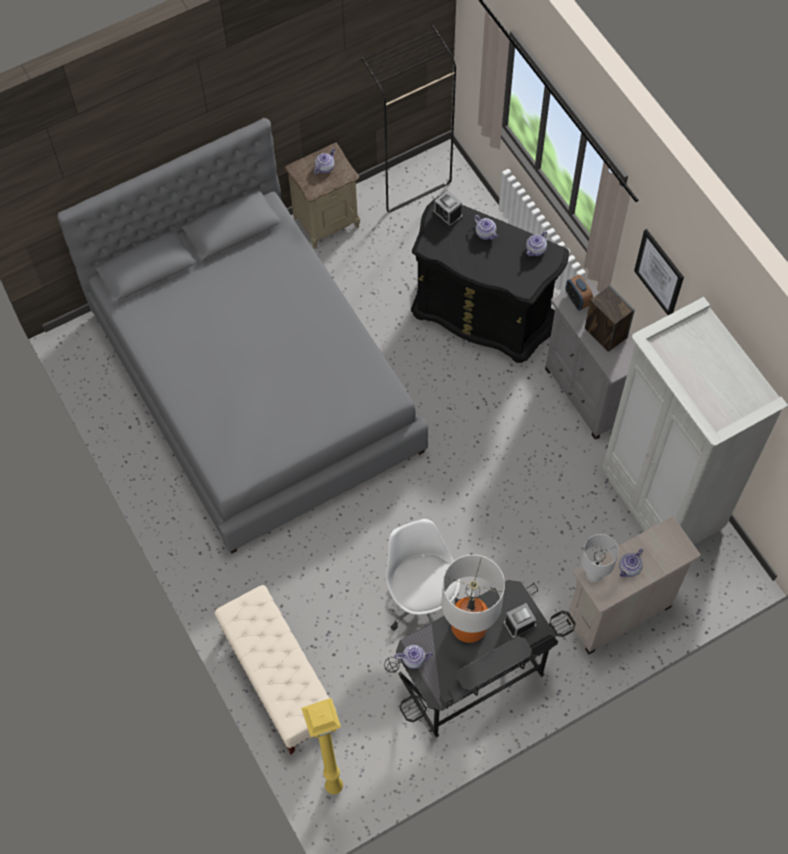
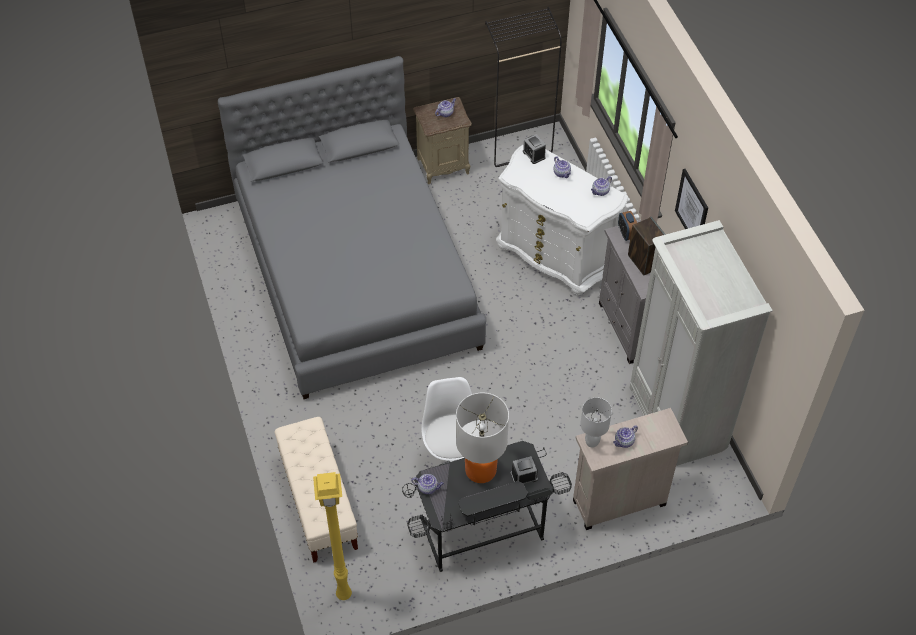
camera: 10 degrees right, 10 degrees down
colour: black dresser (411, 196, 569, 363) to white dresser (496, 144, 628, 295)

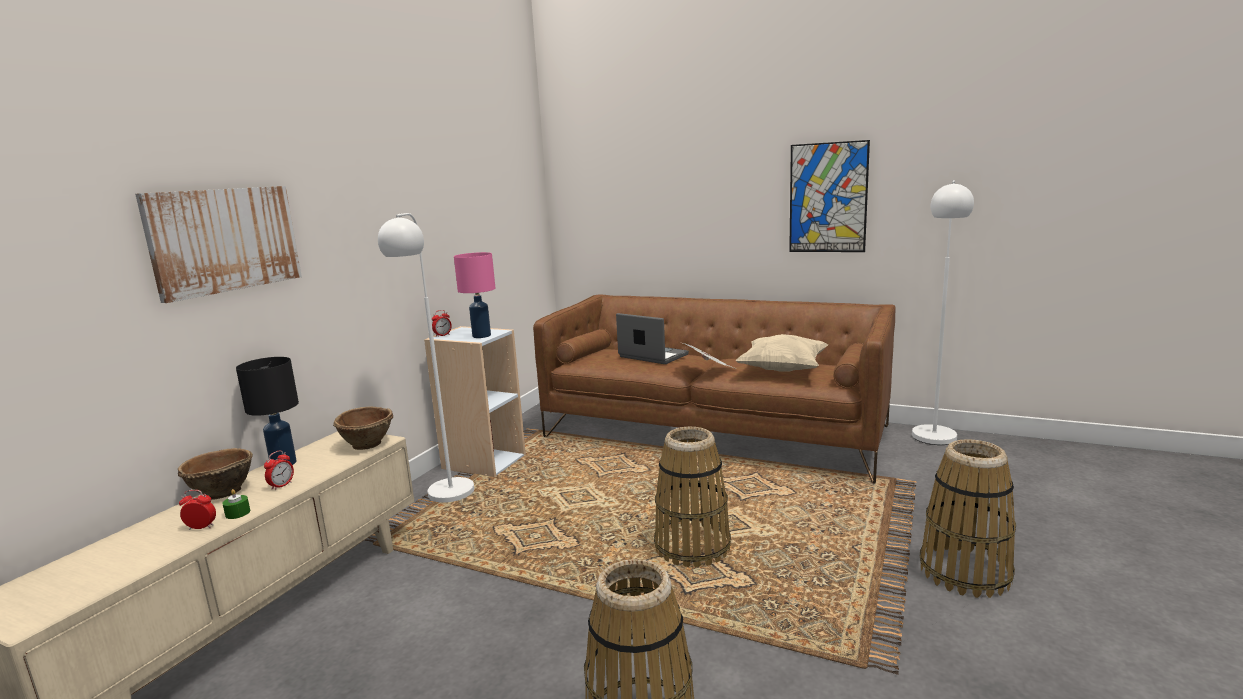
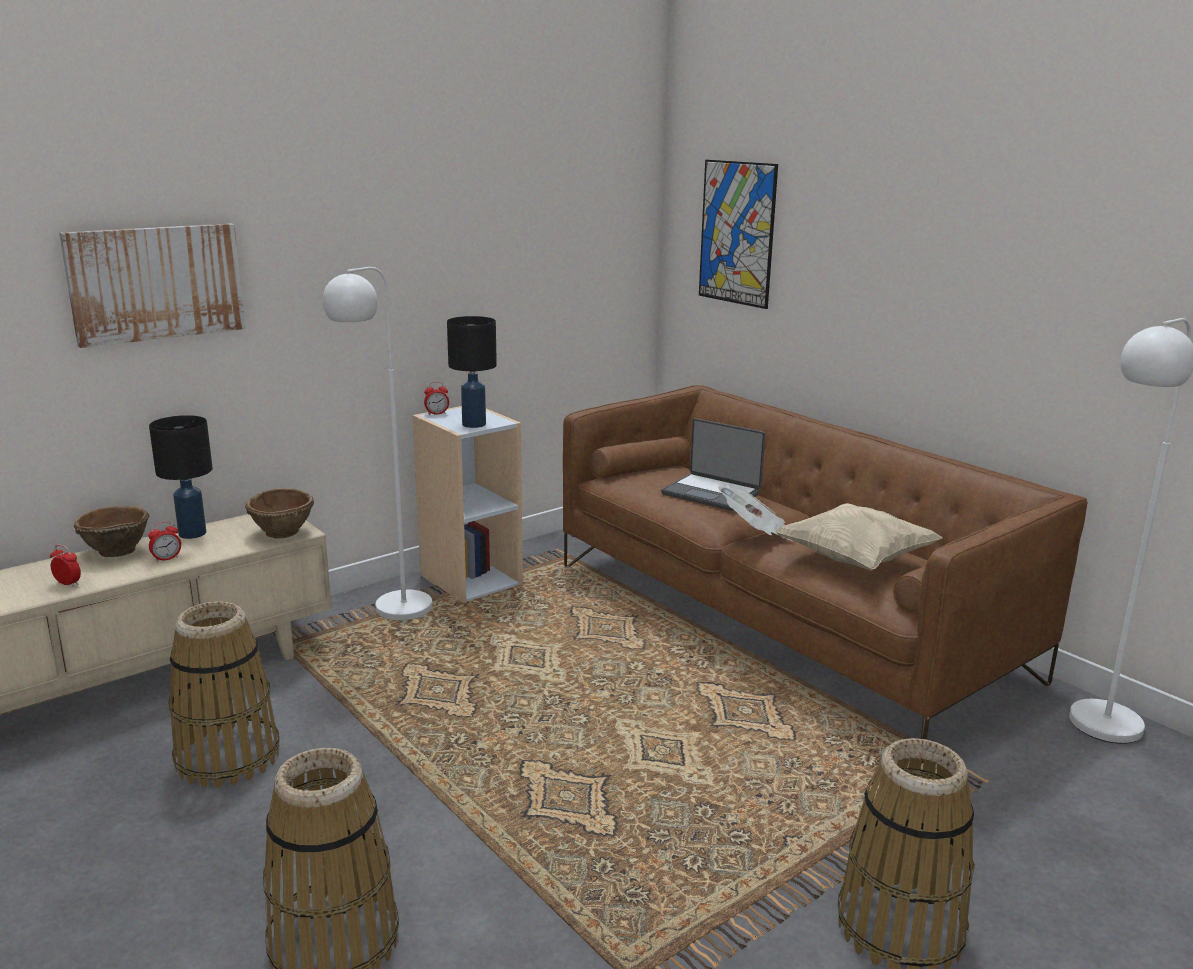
camera: 25 degrees right, 5 degrees up
missing: green candle (222, 489, 250, 519)
relocated: basket (654, 427, 731, 567) to (168, 601, 279, 788); picture (789, 140, 870, 252) to (699, 160, 778, 309)
colour: pink table lamp (454, 252, 495, 338) to black table lamp (447, 316, 497, 428)
spun: laptop (616, 313, 689, 364) = (661, 418, 765, 511) 150 degrees clockwise

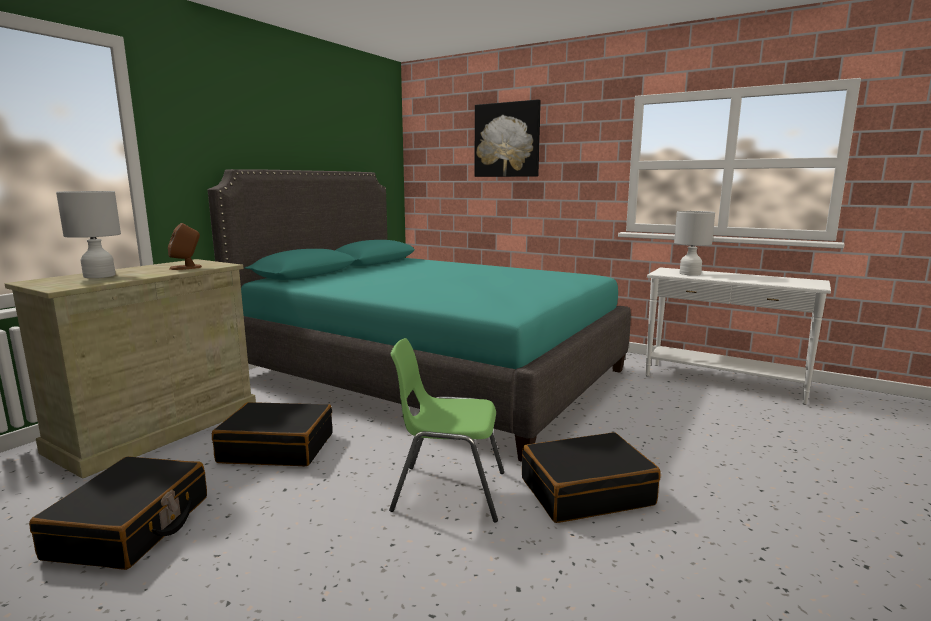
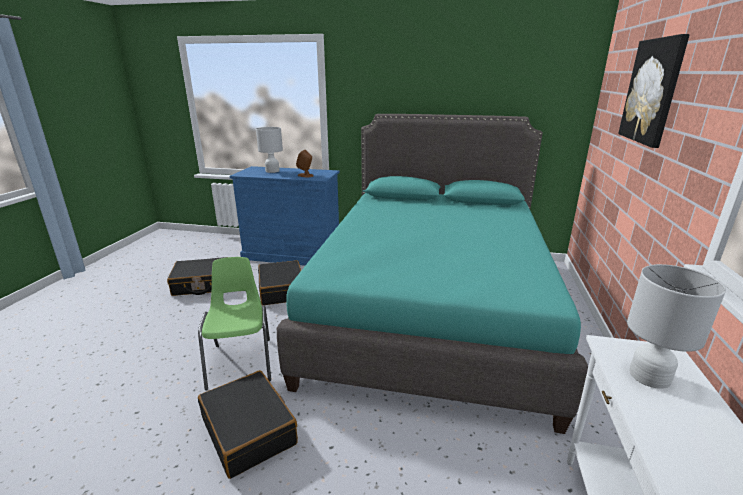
camera: 70 degrees right, 10 degrees up
colour: beige dresser (5, 259, 256, 479) to blue dresser (229, 166, 340, 266)

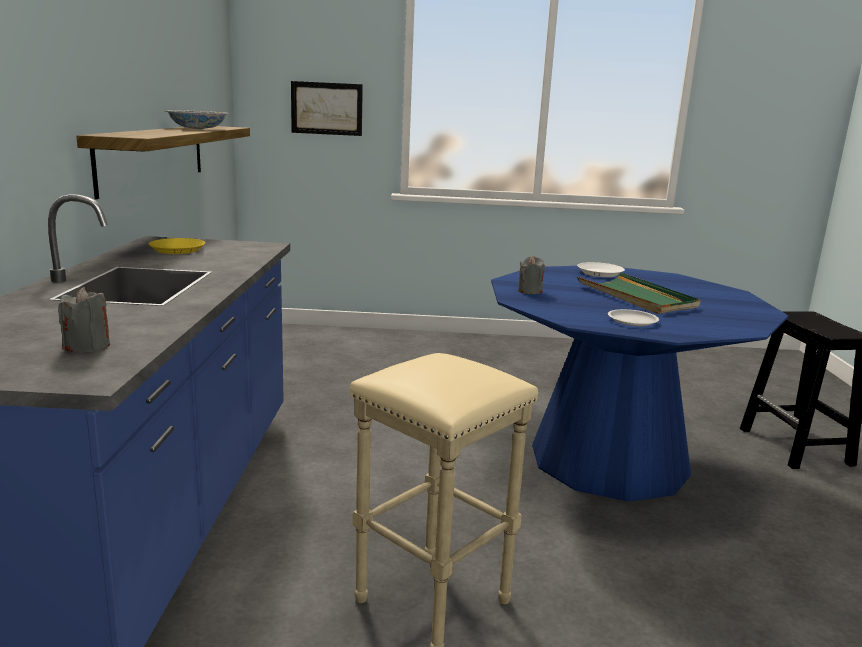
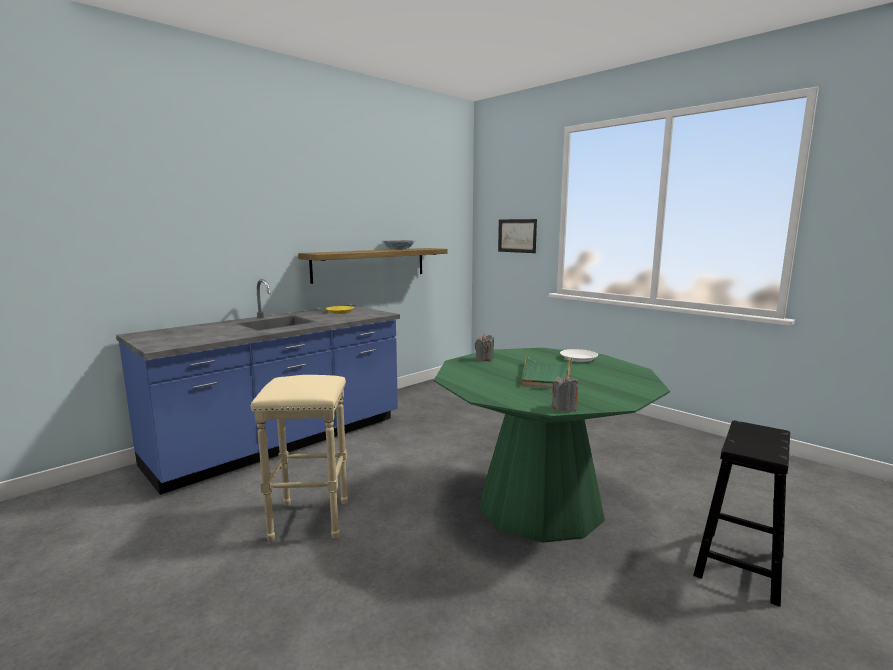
camera: 45 degrees right, 5 degrees down
missing: white plate (608, 309, 659, 326)
relocated: grey candle (58, 287, 110, 352) to (552, 374, 579, 412)
colour: blue dining table (491, 266, 789, 502) to green dining table (434, 348, 670, 543)

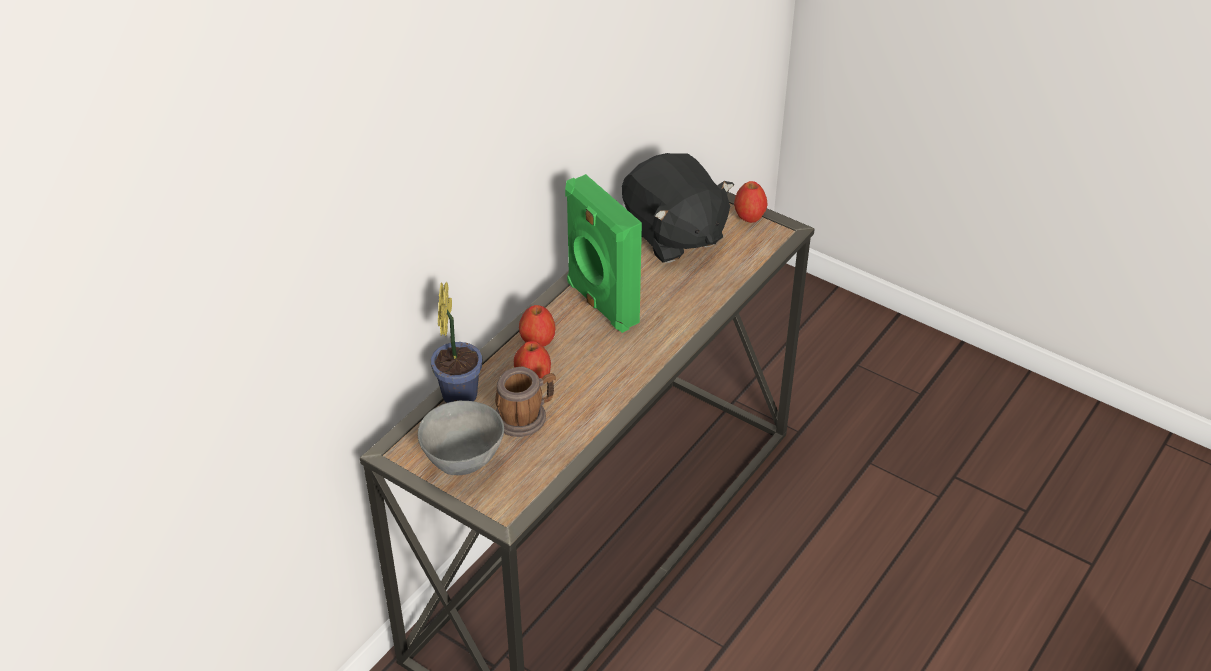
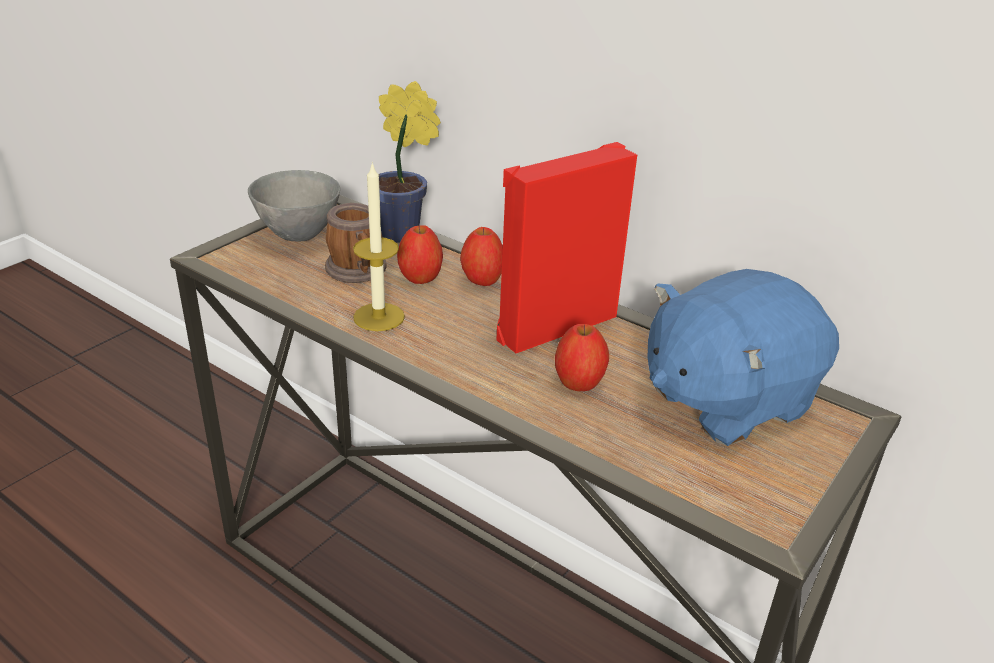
camera: 90 degrees right, 10 degrees down
appeared: candle (353, 162, 405, 331)
relocated: apple (734, 181, 767, 223) to (555, 324, 609, 391)
colour: green speaker (565, 174, 642, 333) to red speaker (496, 142, 637, 354); black plush toy (622, 153, 734, 263) to blue plush toy (648, 269, 839, 446)

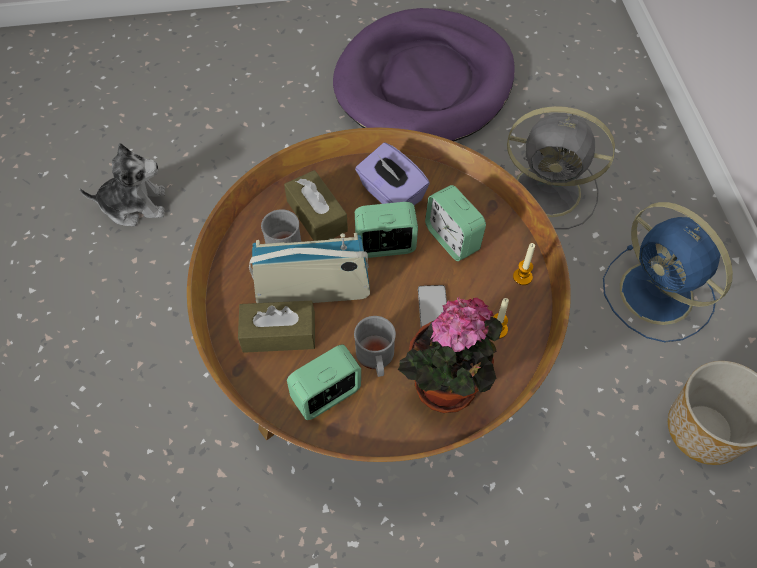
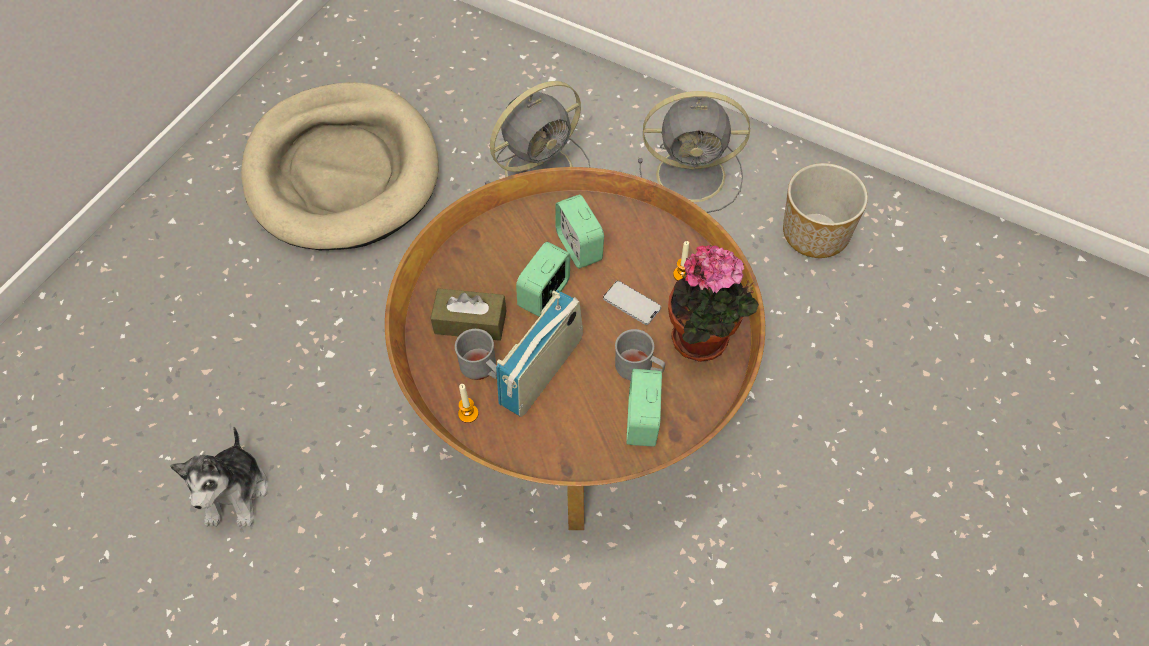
camera: 50 degrees left, 0 degrees up
missing: brown tissue box (238, 301, 315, 353); purple tissue box (355, 143, 430, 205)
relocated: candle (513, 243, 535, 285) to (458, 384, 478, 423)
colour: purple dog bed (333, 8, 515, 141) to beige dog bed (241, 82, 439, 250); blue fan (603, 202, 733, 343) to grey fan (638, 91, 750, 213)
spun: plush toy (79, 143, 165, 226) = (170, 427, 268, 527) 150 degrees clockwise; alarm clock (425, 185, 486, 261) = (555, 195, 604, 269) 60 degrees clockwise

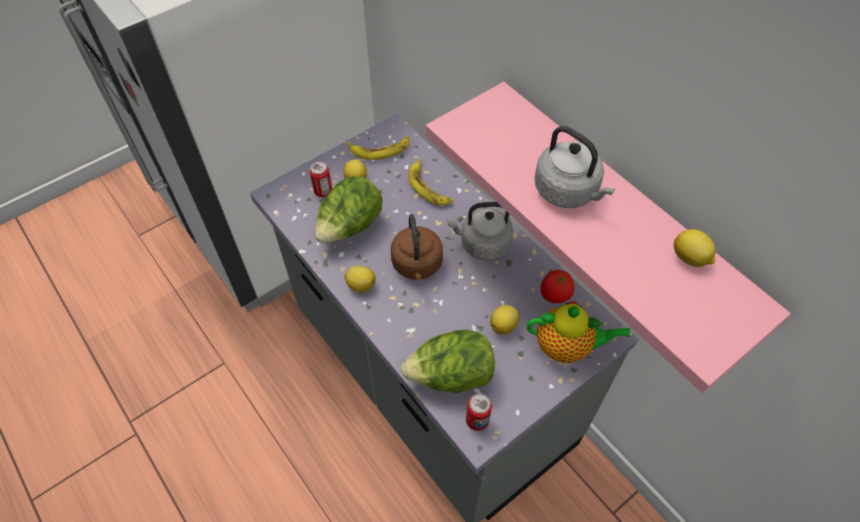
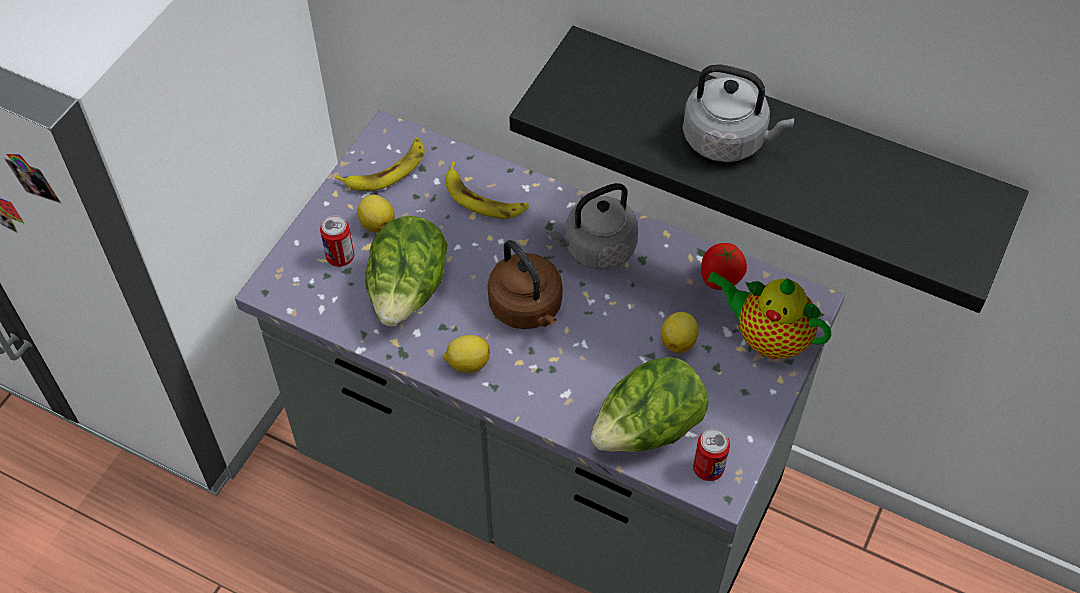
camera: 25 degrees left, 0 degrees up
missing: lemon (674, 229, 715, 267)
colour: pink shelf (426, 82, 791, 393) to black shelf (509, 26, 1029, 313)
spun: teapot (527, 301, 630, 363) = (707, 271, 831, 359) 135 degrees counterclockwise

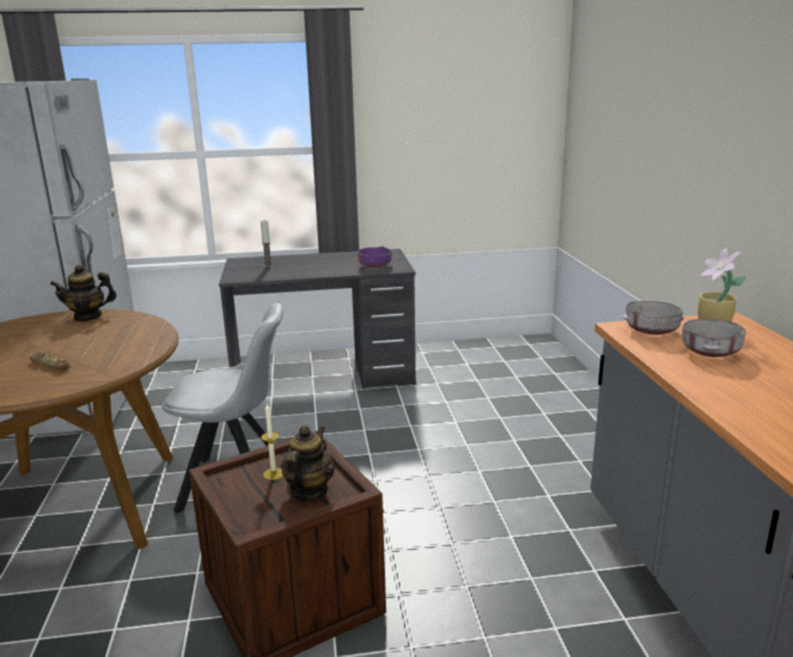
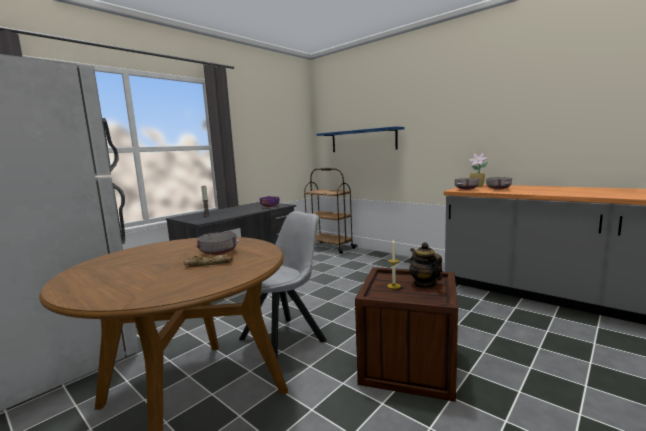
camera: 40 degrees left, 10 degrees down
missing: teapot (50, 265, 117, 321)
appeared: grey bowl (196, 231, 239, 255); brown cart (304, 168, 358, 254); blue shelf (316, 127, 405, 152)

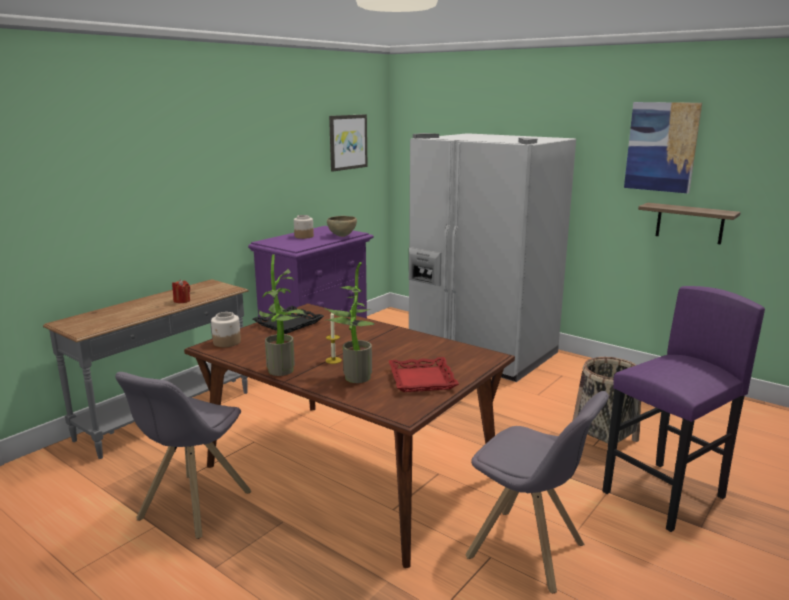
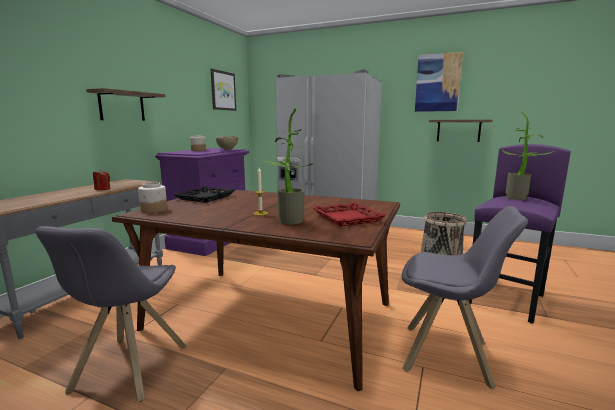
camera: 15 degrees left, 5 degrees down
appeared: shelf (86, 88, 165, 121)
relocated: potted plant (258, 254, 308, 376) to (501, 111, 555, 200)

